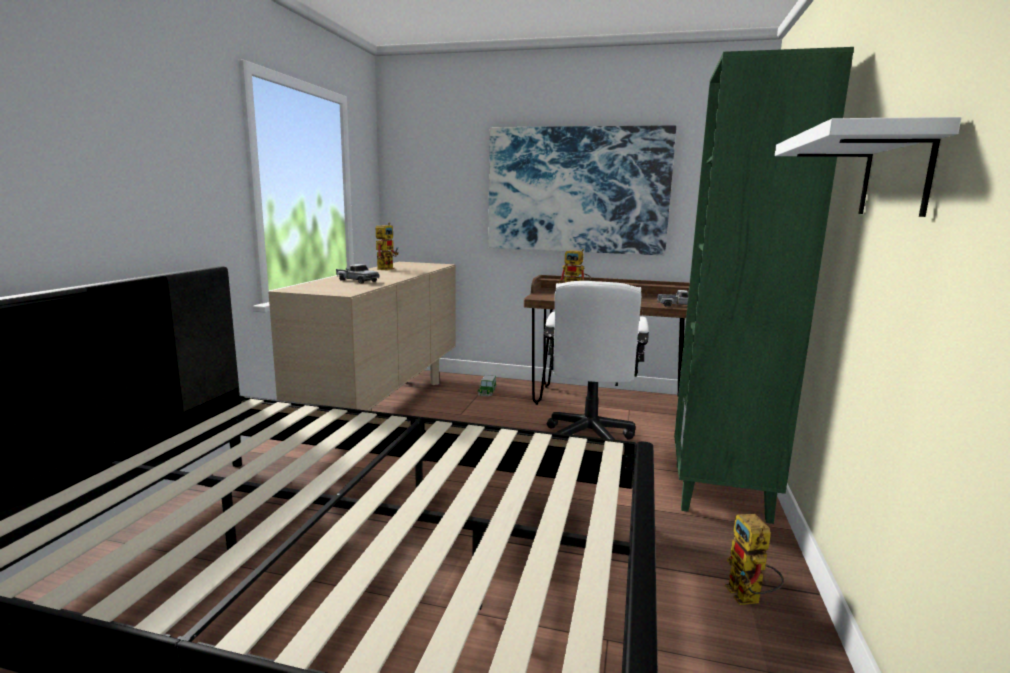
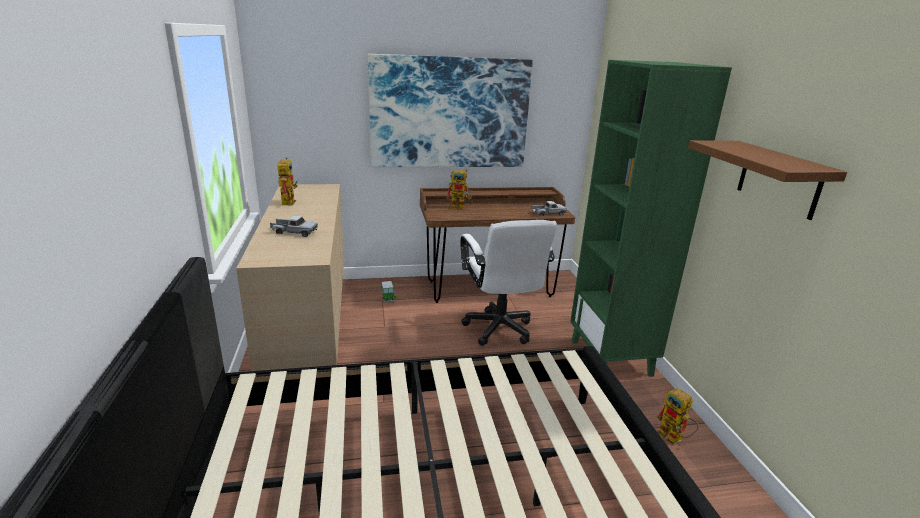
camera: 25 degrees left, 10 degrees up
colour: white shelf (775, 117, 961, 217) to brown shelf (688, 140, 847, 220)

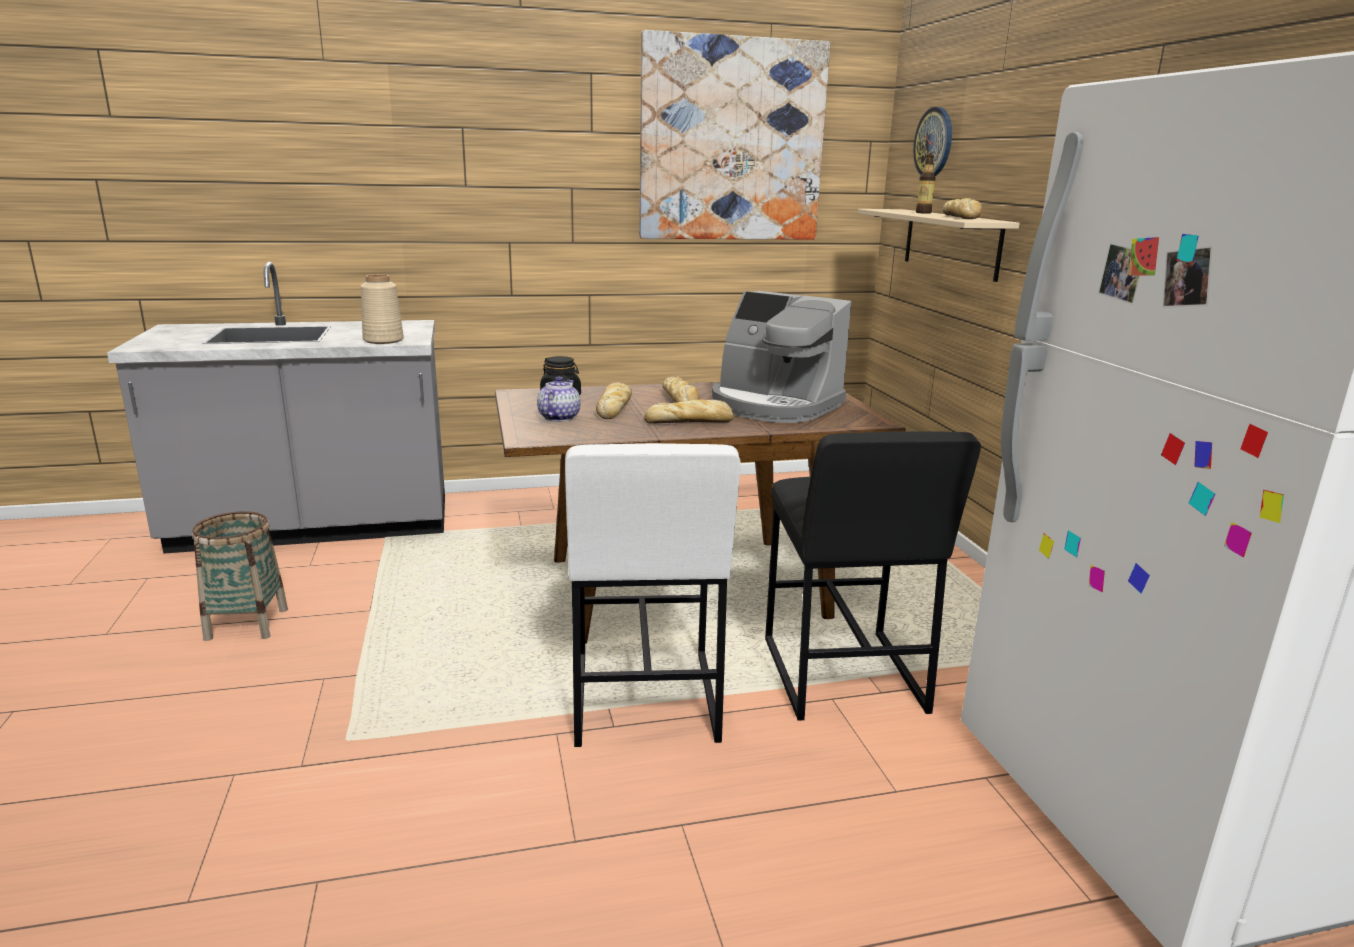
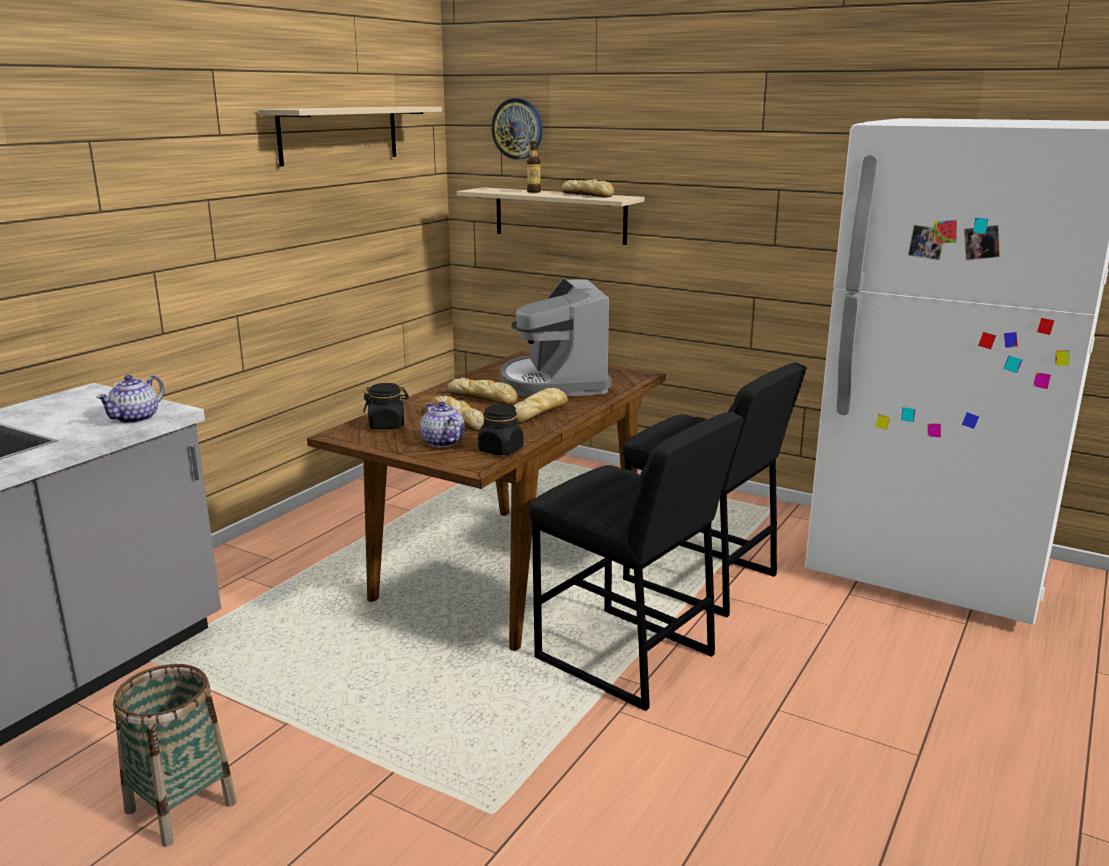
camera: 45 degrees left, 0 degrees up
appeared: black jar (478, 404, 523, 455)
exchanged: beige vase (360, 274, 404, 344) to teapot (96, 375, 165, 424); picture (639, 30, 830, 240) to beige shelf (258, 107, 442, 166)
colour: white chair (565, 443, 741, 747) to black chair (529, 412, 743, 711)
spun: coffee machine (712, 291, 851, 423) = (500, 278, 611, 397) 90 degrees clockwise

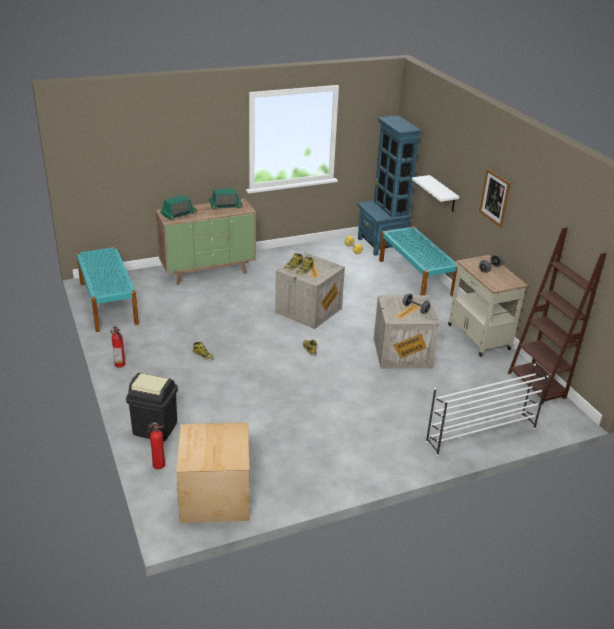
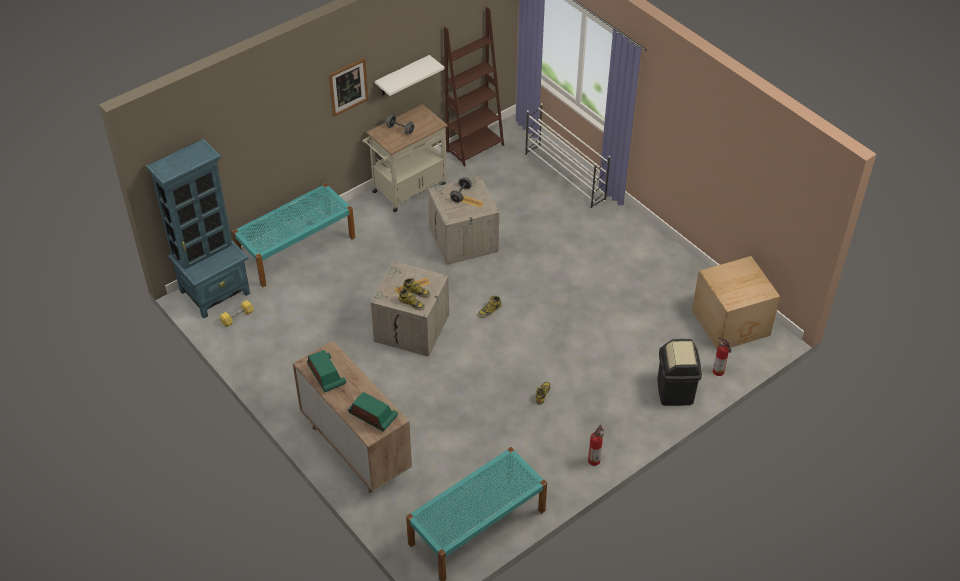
camera: 105 degrees left, 15 degrees up
relocated: white shelf (412, 175, 459, 211) to (375, 55, 444, 96)

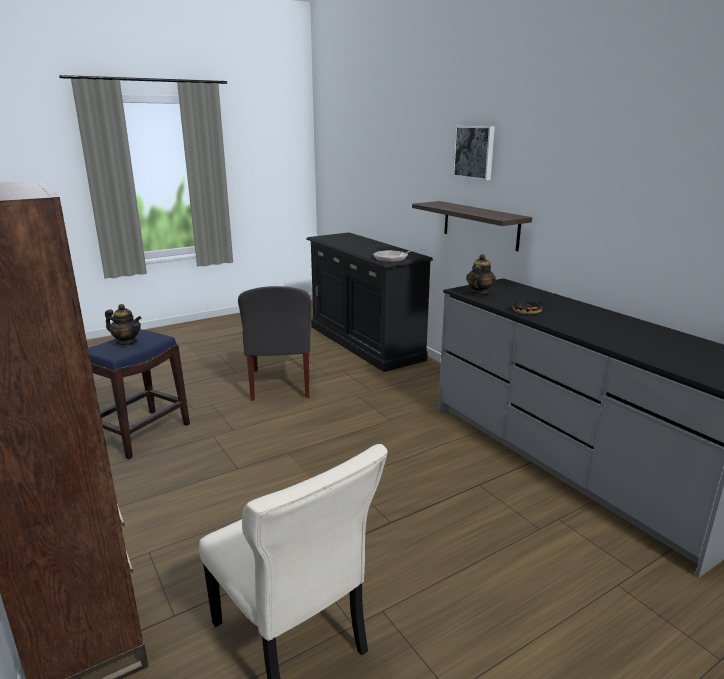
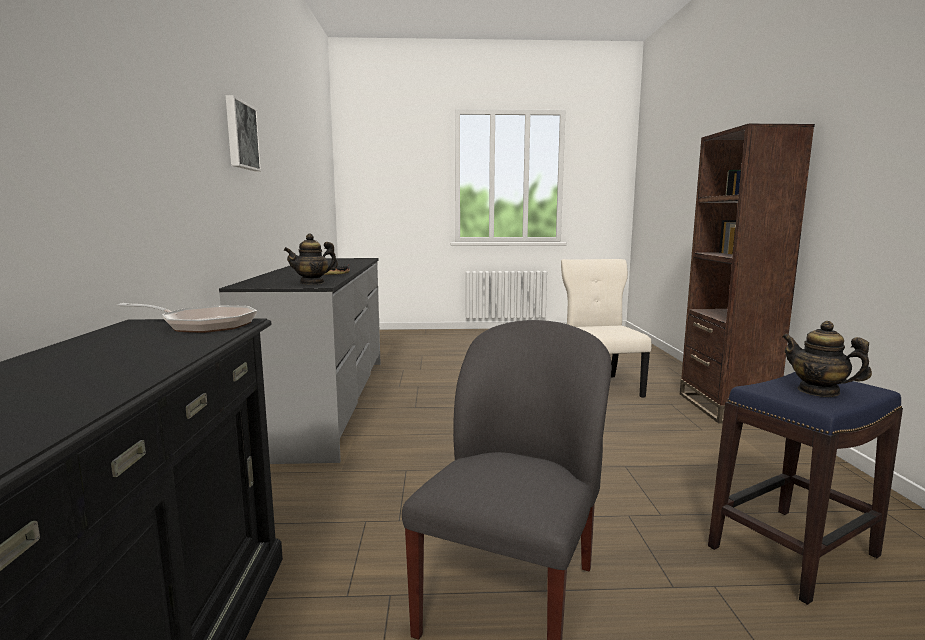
camera: 150 degrees left, 10 degrees down
missing: shelf (412, 201, 532, 251)
relocated: picture (453, 126, 495, 180) to (226, 95, 261, 171)

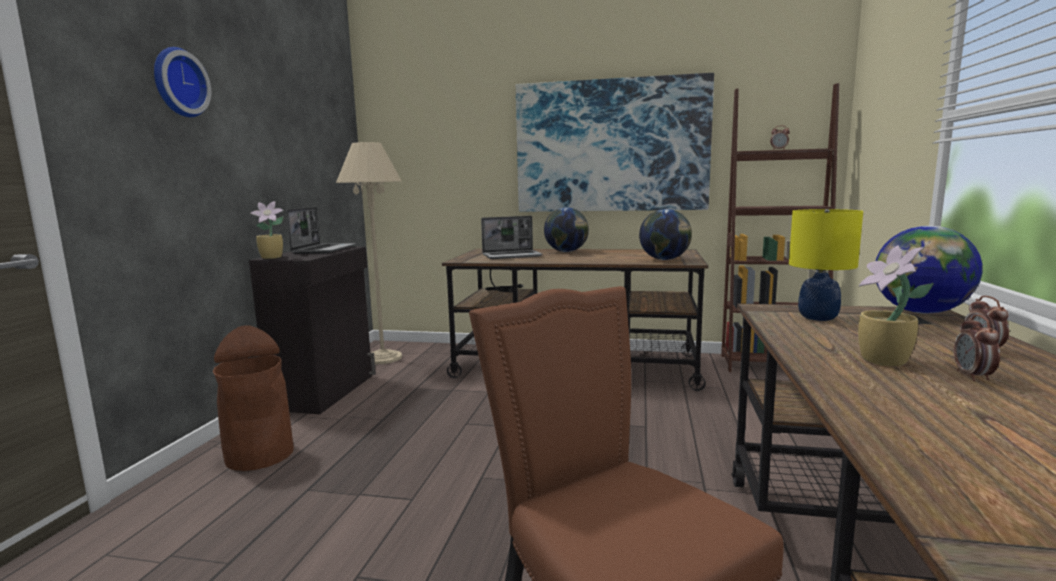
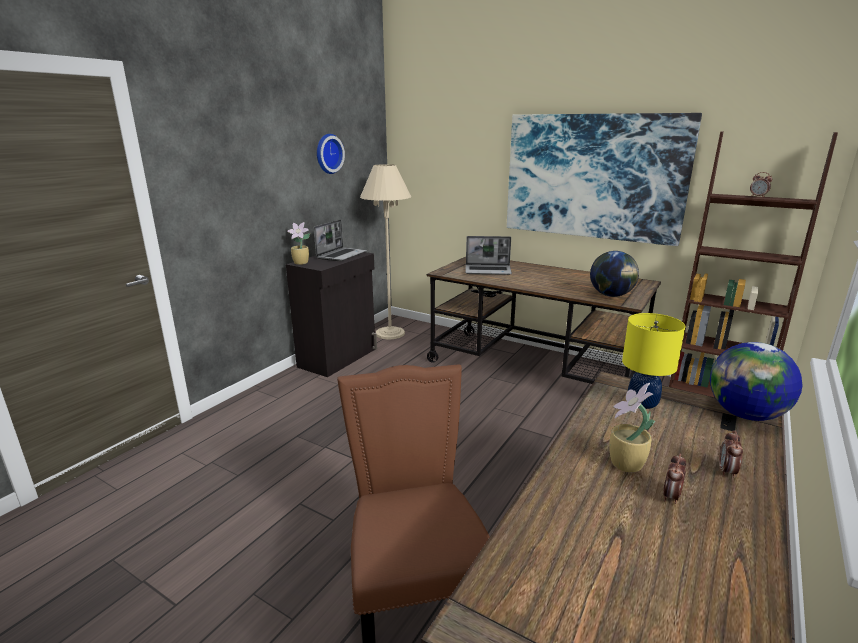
camera: 20 degrees right, 10 degrees up
missing: brown trash can (213, 325, 294, 471); globe (544, 207, 589, 252)
relocated: wall clock (154, 47, 211, 117) to (317, 134, 345, 174)

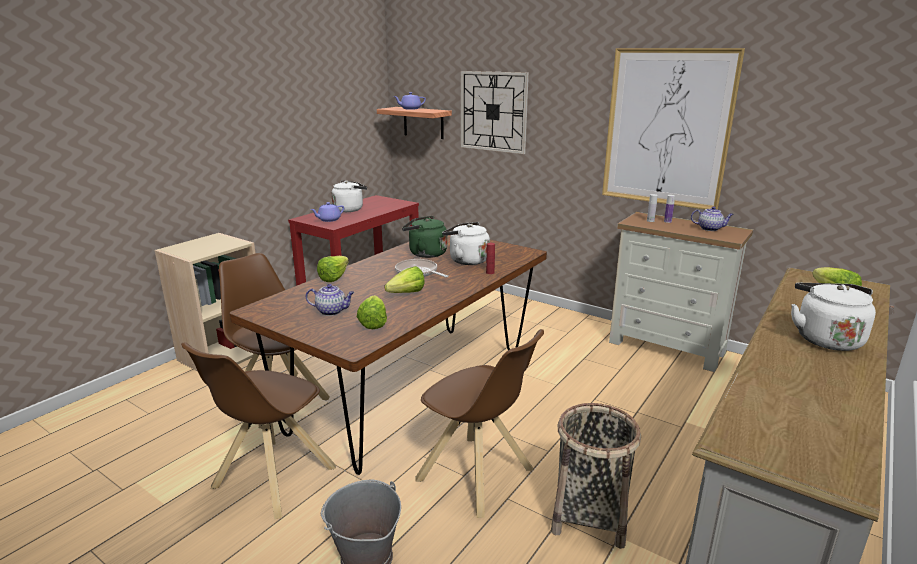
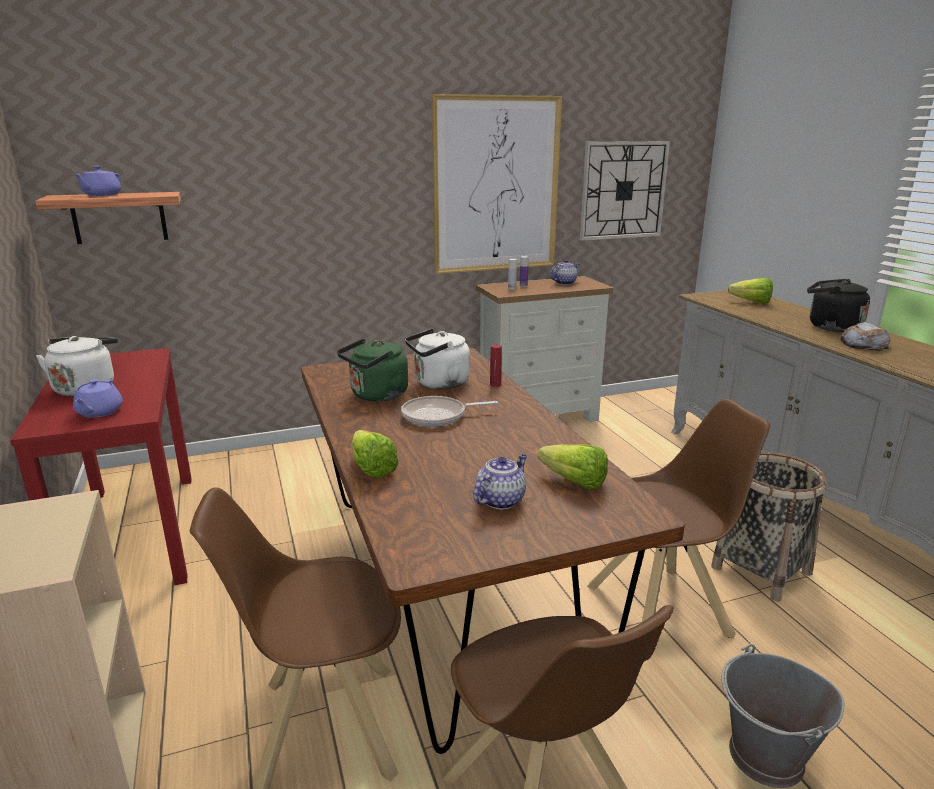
camera: 55 degrees left, 0 degrees up
missing: lettuce (385, 266, 425, 293)
appeared: bread (840, 322, 891, 351)
relocated: wall clock (461, 71, 529, 154) to (580, 141, 670, 241)
colour: white kettle (791, 283, 876, 351) to black kettle (807, 279, 870, 332)

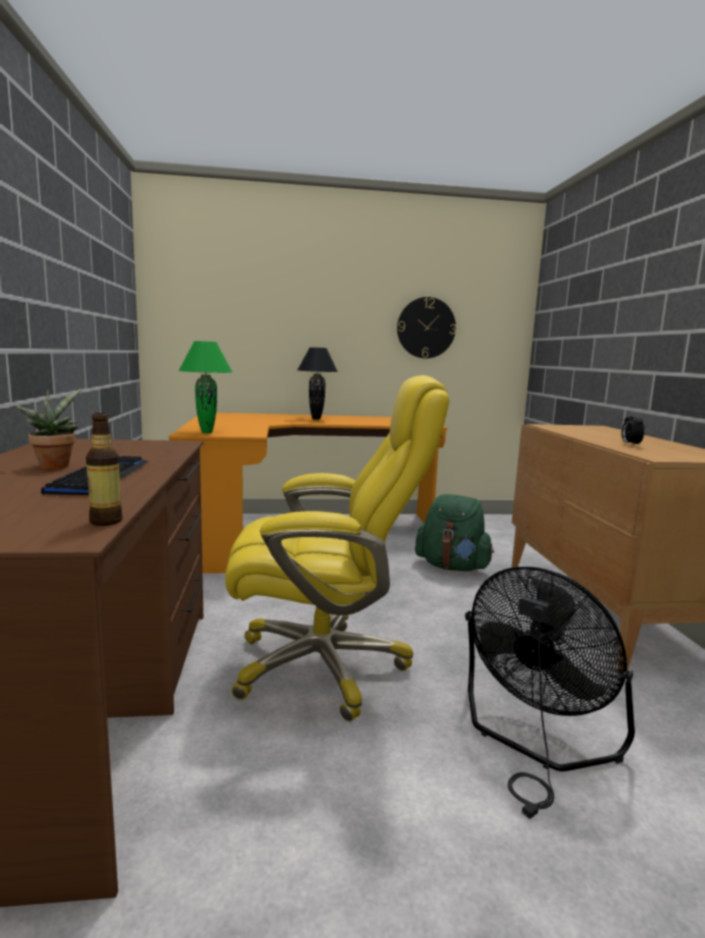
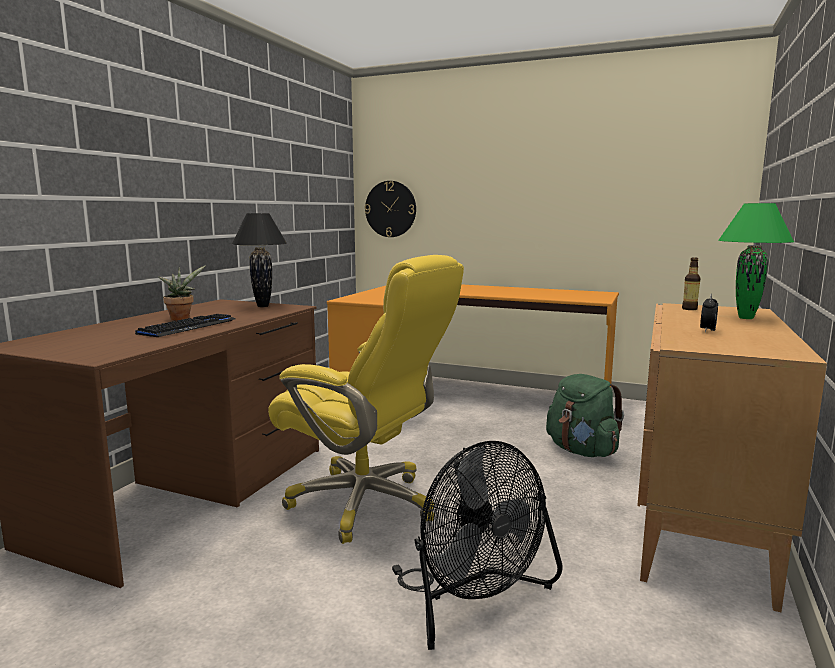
camera: 30 degrees right, 0 degrees up
relocated: black table lamp (298, 347, 338, 420) to (232, 213, 287, 307); wall clock (397, 297, 456, 358) to (365, 181, 416, 237); bottle (86, 413, 123, 526) to (682, 257, 701, 310); green table lamp (178, 341, 232, 433) to (719, 203, 794, 319)
spun: black fan (465, 567, 635, 819) = (392, 441, 563, 650) 75 degrees clockwise

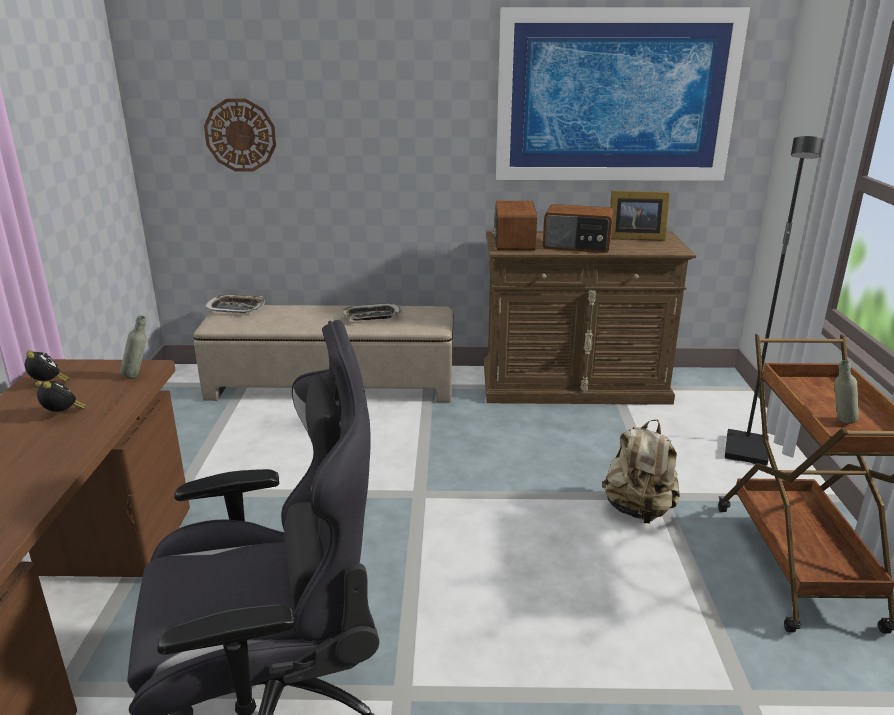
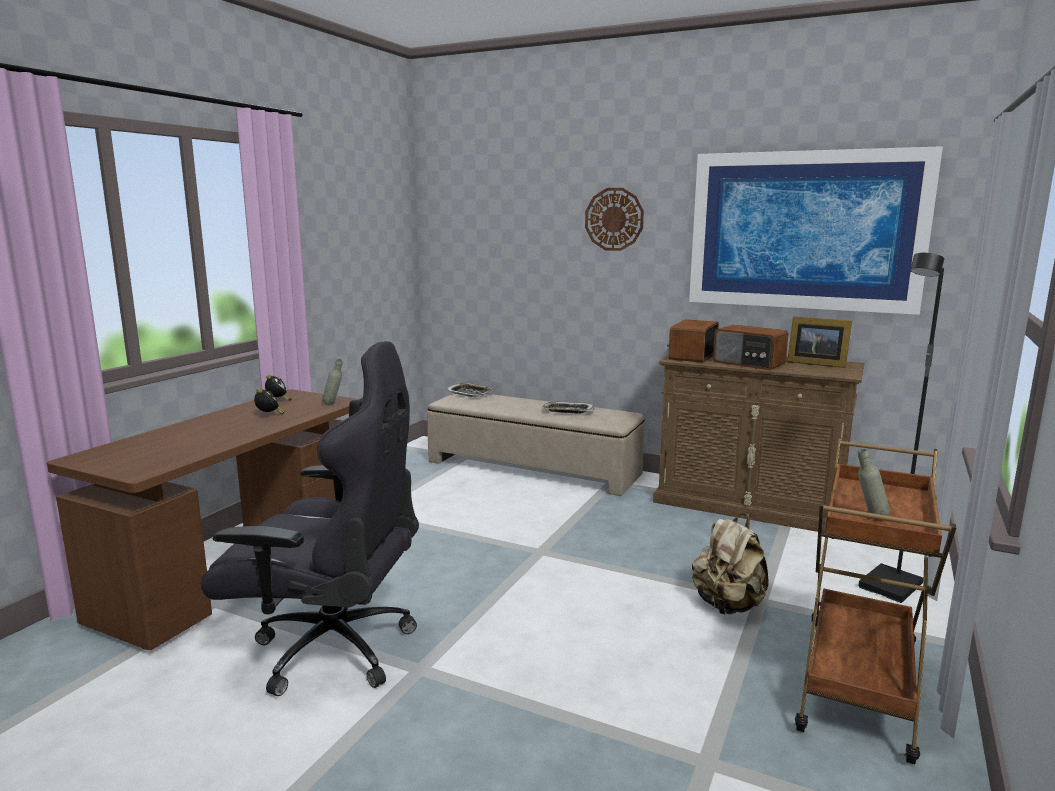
camera: 25 degrees right, 10 degrees down
relocated: wall clock (204, 99, 276, 172) to (585, 188, 644, 251)

